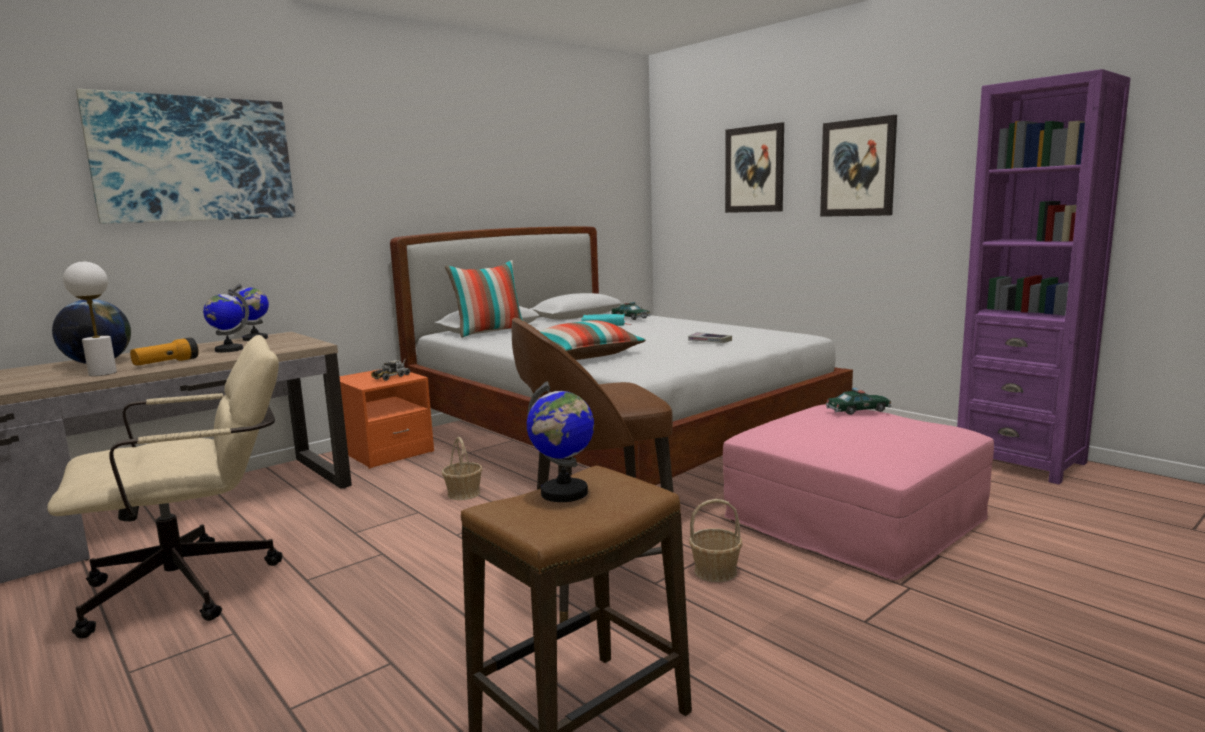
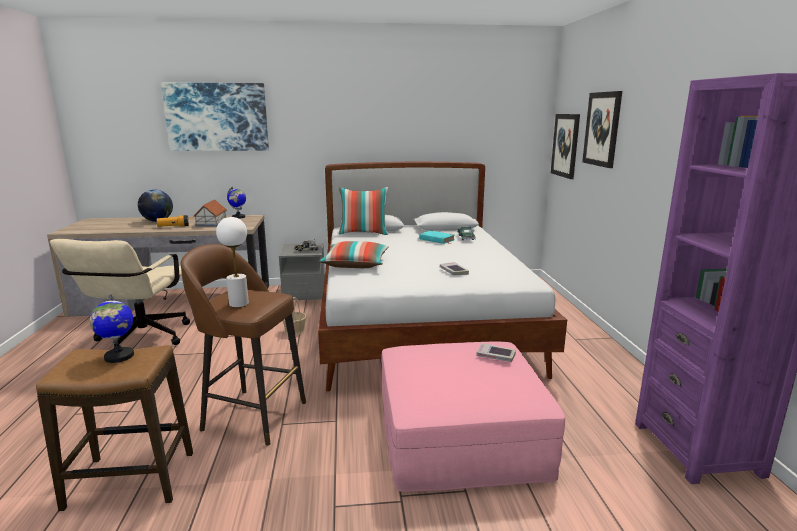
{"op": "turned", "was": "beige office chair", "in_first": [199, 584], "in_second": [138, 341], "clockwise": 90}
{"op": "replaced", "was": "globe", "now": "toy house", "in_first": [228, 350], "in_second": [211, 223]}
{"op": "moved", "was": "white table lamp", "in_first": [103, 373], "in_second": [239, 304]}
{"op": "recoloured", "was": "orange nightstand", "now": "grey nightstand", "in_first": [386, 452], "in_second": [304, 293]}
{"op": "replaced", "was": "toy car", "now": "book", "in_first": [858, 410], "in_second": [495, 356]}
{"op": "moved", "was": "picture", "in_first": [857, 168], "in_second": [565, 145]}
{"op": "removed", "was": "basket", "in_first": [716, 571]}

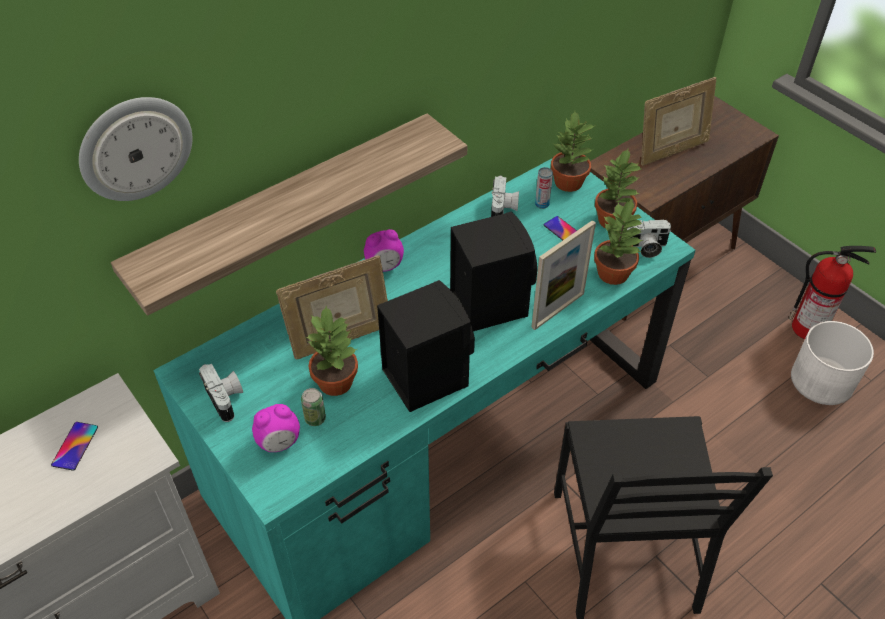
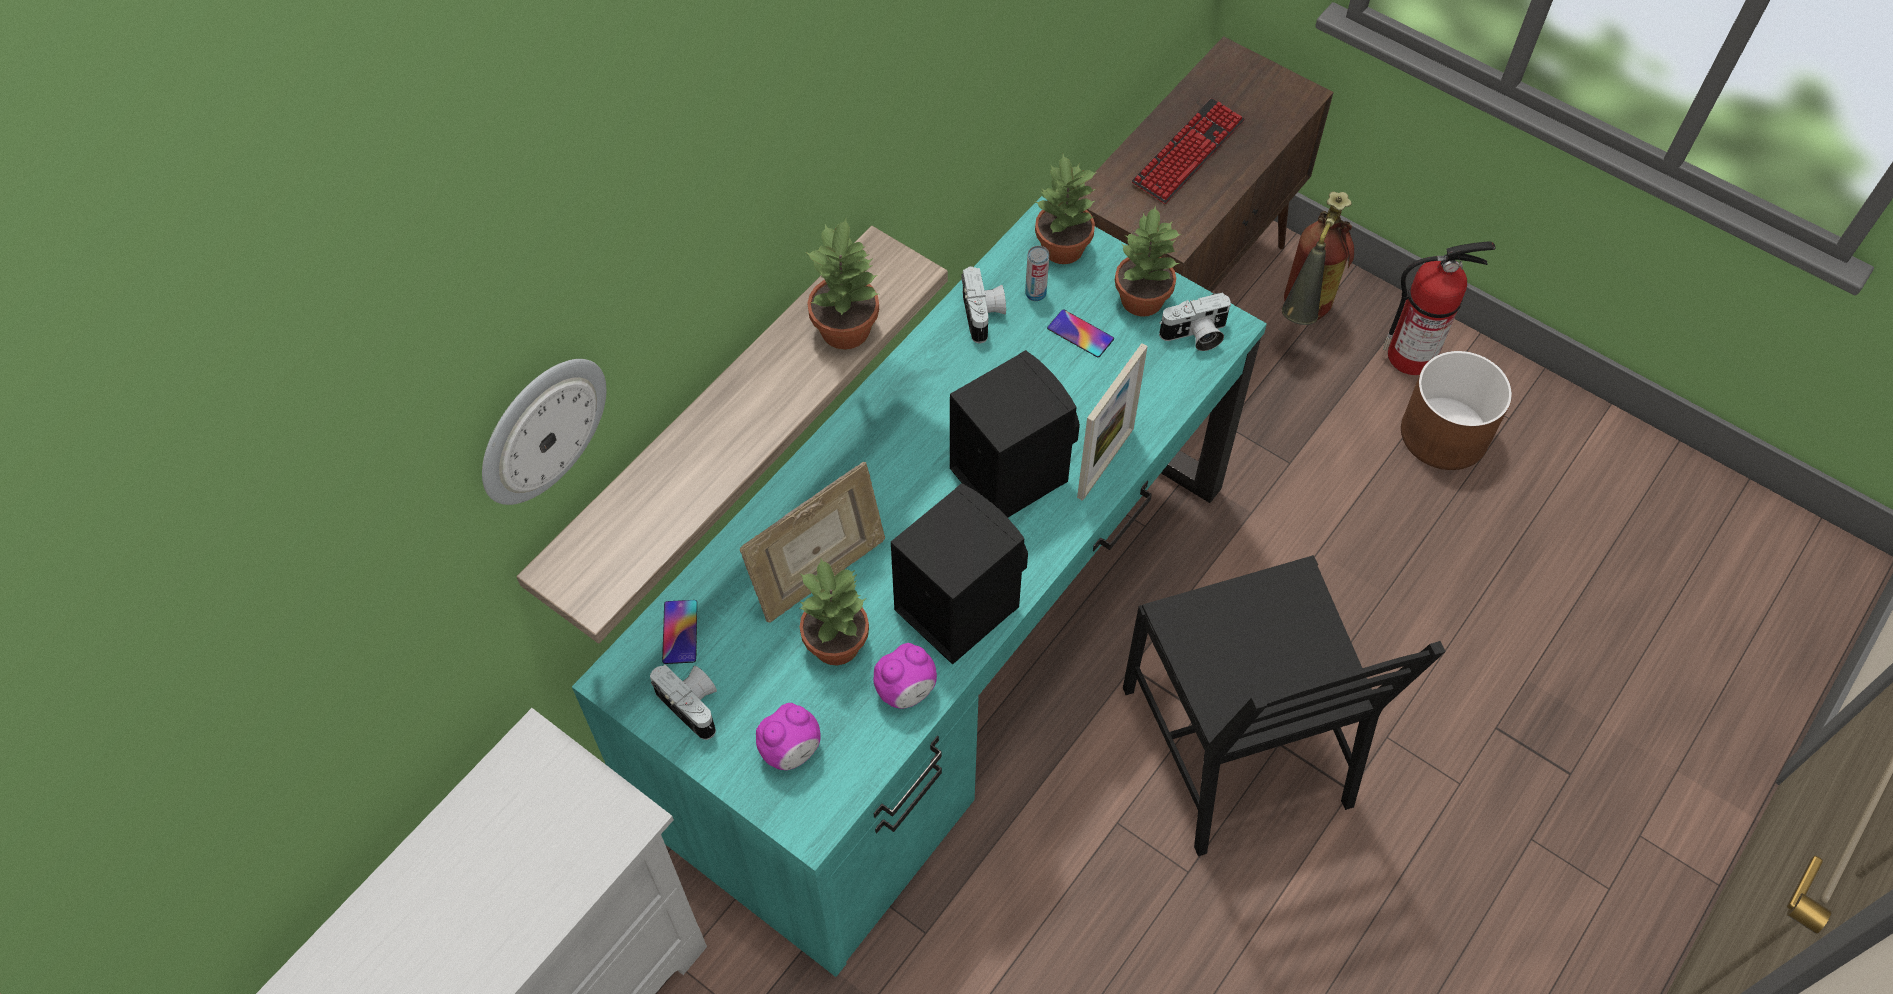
{"op": "moved", "was": "phone", "in_first": [75, 446], "in_second": [680, 632]}
{"op": "moved", "was": "potted plant", "in_first": [614, 273], "in_second": [847, 329]}
{"op": "moved", "was": "alarm clock", "in_first": [384, 266], "in_second": [906, 691]}
{"op": "replaced", "was": "picture frame", "now": "keyboard", "in_first": [671, 151], "in_second": [1188, 152]}
{"op": "added", "now": "fire extinguisher", "in_second": [1300, 321]}
{"op": "recoloured", "was": "white planter", "now": "brown planter", "in_first": [822, 380], "in_second": [1444, 433]}
{"op": "removed", "was": "can", "in_first": [315, 418]}

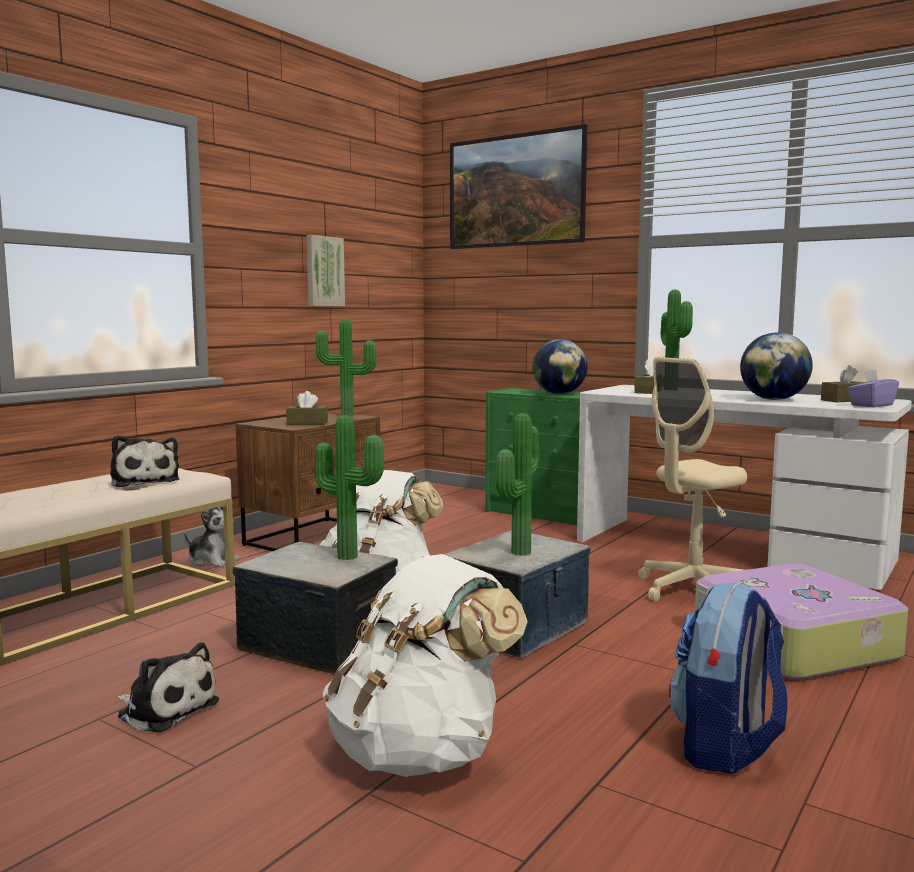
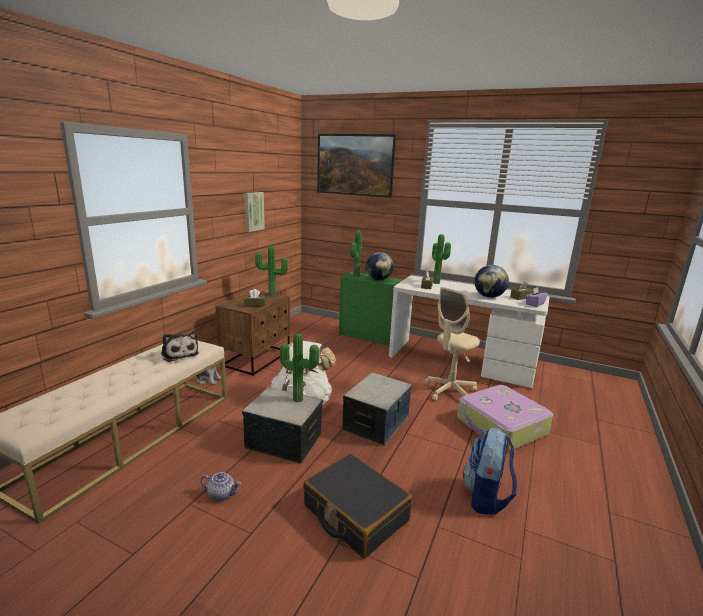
{"op": "replaced", "was": "plush toy", "now": "teapot", "in_first": [165, 709], "in_second": [222, 494]}
{"op": "replaced", "was": "white backpack", "now": "black suitcase", "in_first": [421, 752], "in_second": [355, 513]}
{"op": "moved", "was": "potted plant", "in_first": [517, 552], "in_second": [355, 275]}

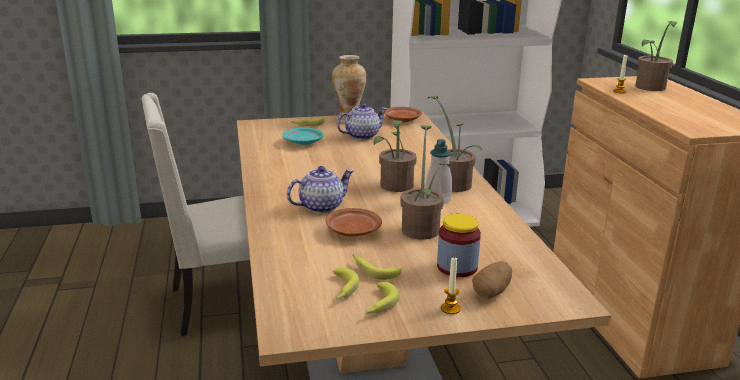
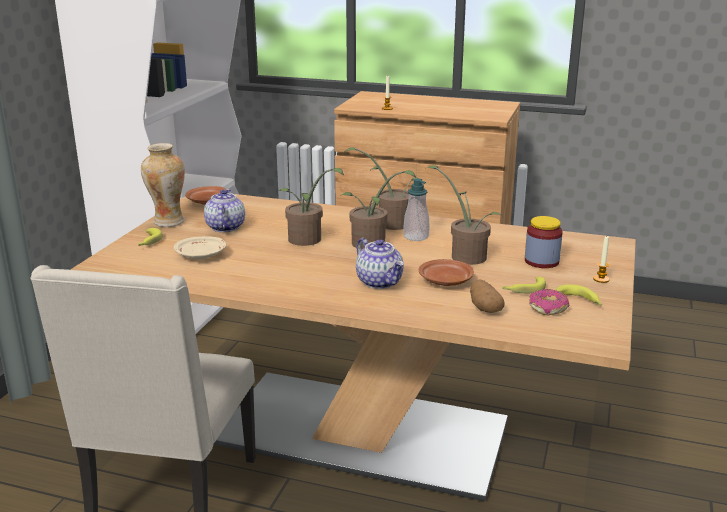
{"op": "recoloured", "was": "turquoise plate", "now": "beige plate", "in_first": [303, 142], "in_second": [201, 255]}
{"op": "moved", "was": "potted plant", "in_first": [650, 88], "in_second": [307, 241]}
{"op": "turned", "was": "teapot", "in_first": [321, 206], "in_second": [380, 282], "clockwise": 150}
{"op": "moved", "was": "potato", "in_first": [492, 292], "in_second": [484, 308]}
{"op": "replaced", "was": "banana", "now": "donut", "in_first": [342, 289], "in_second": [548, 308]}

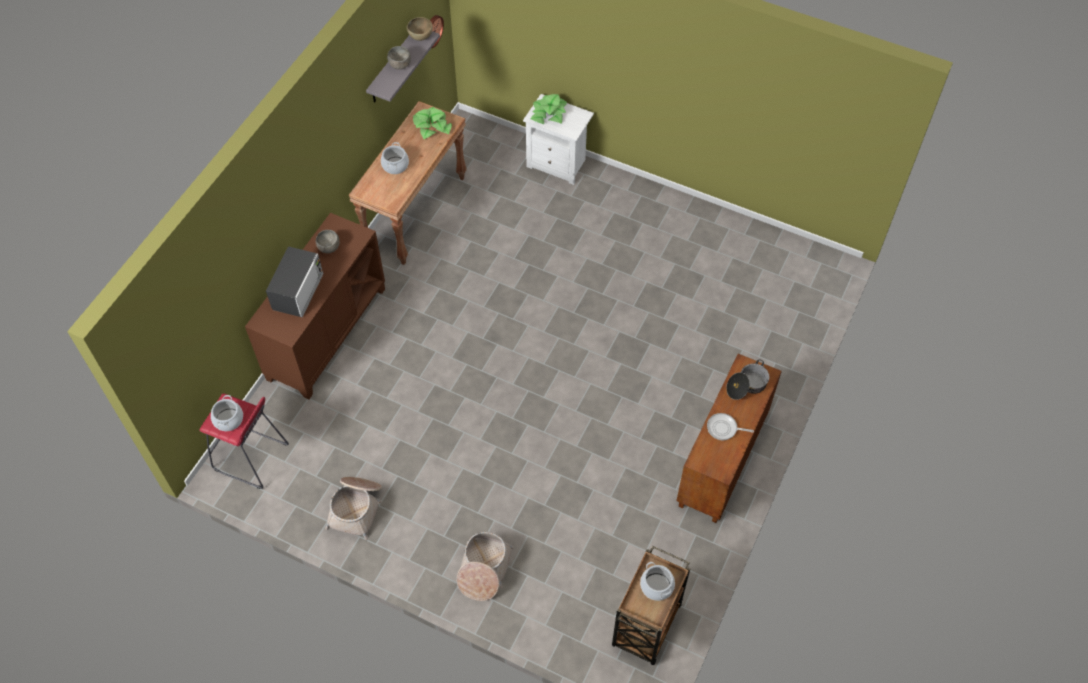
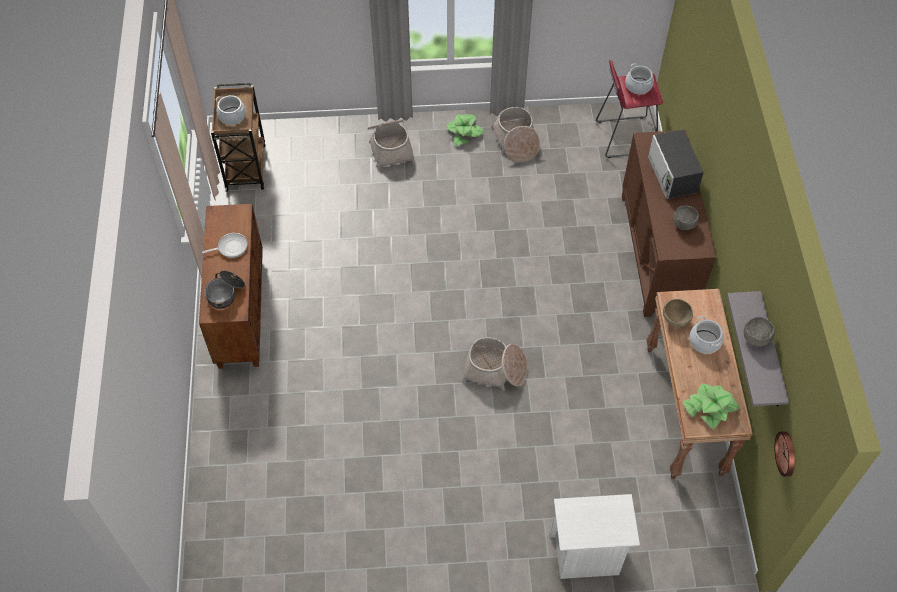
{"op": "moved", "was": "potted plant", "in_first": [548, 113], "in_second": [464, 132]}
{"op": "added", "now": "basket", "in_second": [495, 370]}
{"op": "moved", "was": "brown bowl", "in_first": [421, 37], "in_second": [675, 320]}

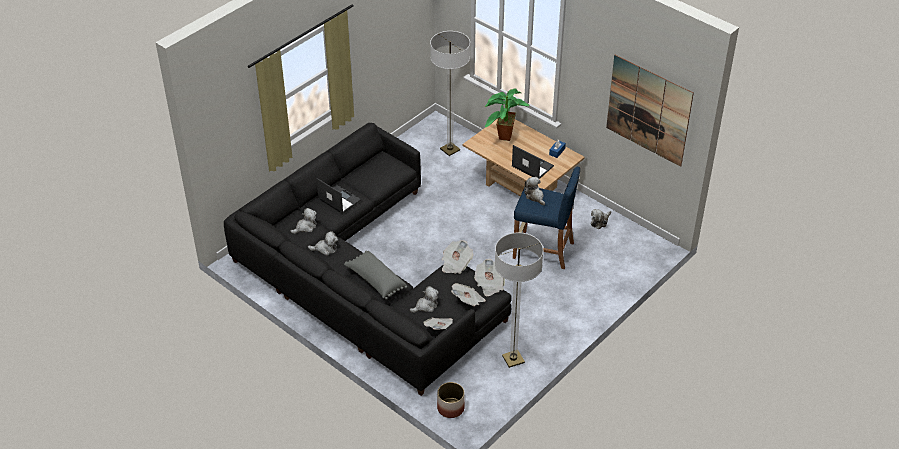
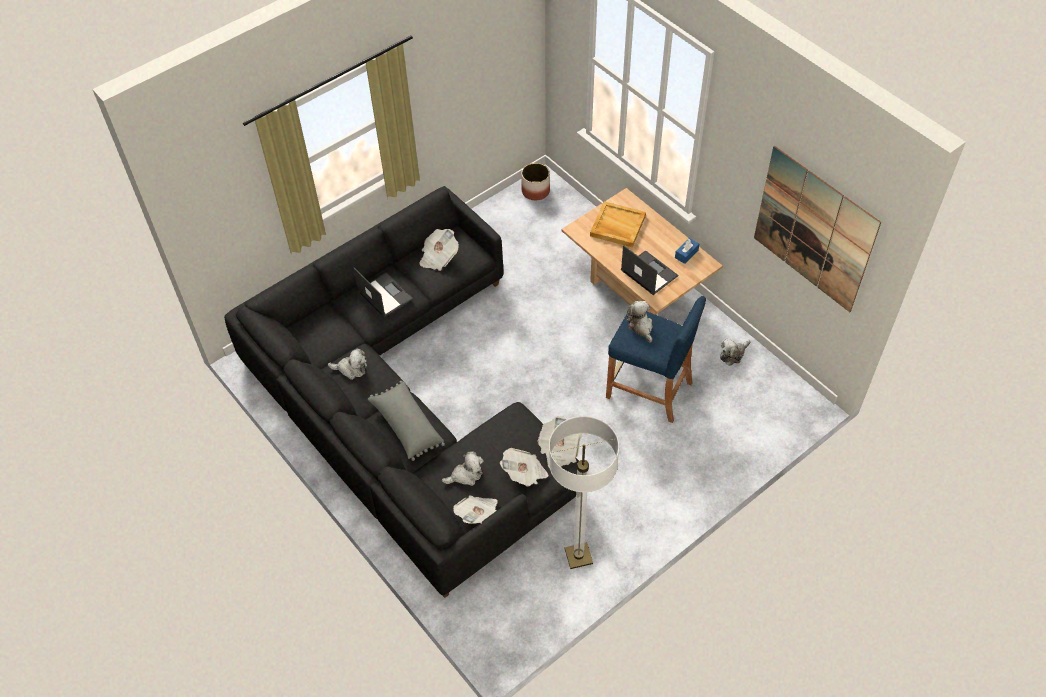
{"op": "moved", "was": "newspaper", "in_first": [455, 264], "in_second": [438, 257]}
{"op": "moved", "was": "planter", "in_first": [450, 408], "in_second": [535, 191]}
{"op": "replaced", "was": "potted plant", "now": "beige tray", "in_first": [503, 138], "in_second": [617, 226]}
{"op": "removed", "was": "plush toy", "in_first": [305, 227]}
{"op": "removed", "was": "floor lamp", "in_first": [450, 150]}

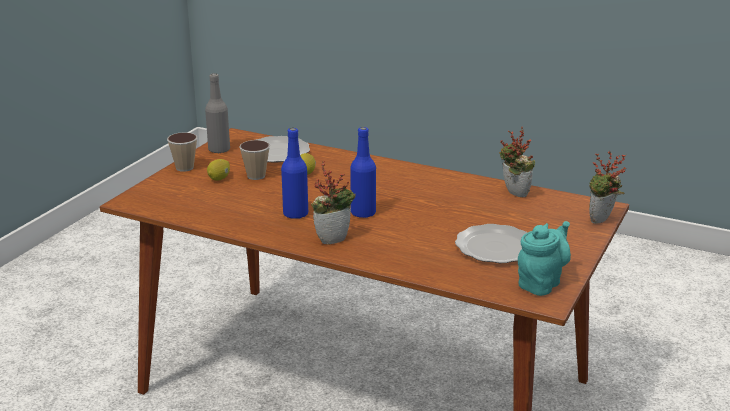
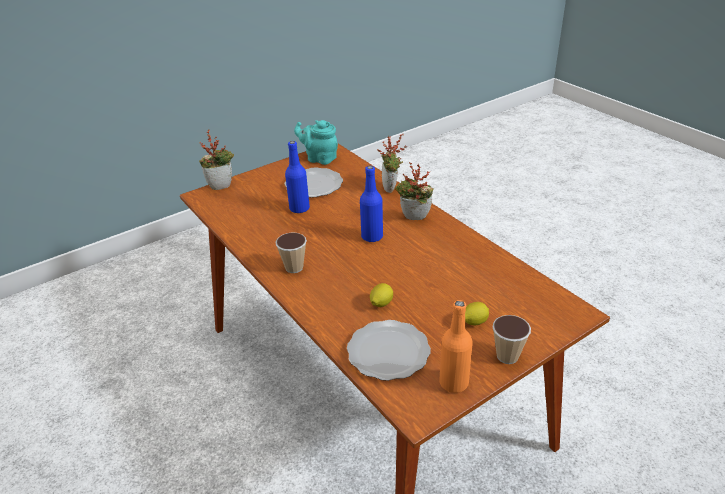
{"op": "moved", "was": "cup", "in_first": [256, 176], "in_second": [294, 267]}
{"op": "moved", "was": "blue bottle", "in_first": [295, 214], "in_second": [299, 208]}
{"op": "turned", "was": "turquoise teapot", "in_first": [541, 283], "in_second": [319, 158], "clockwise": 45}
{"op": "moved", "was": "potted plant", "in_first": [513, 194], "in_second": [391, 188]}
{"op": "recoloured", "was": "grey bottle", "now": "orange bottle", "in_first": [219, 150], "in_second": [453, 383]}

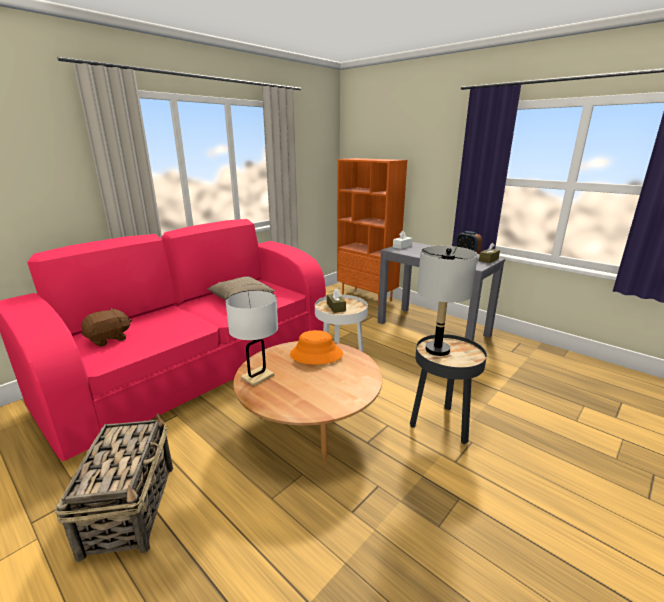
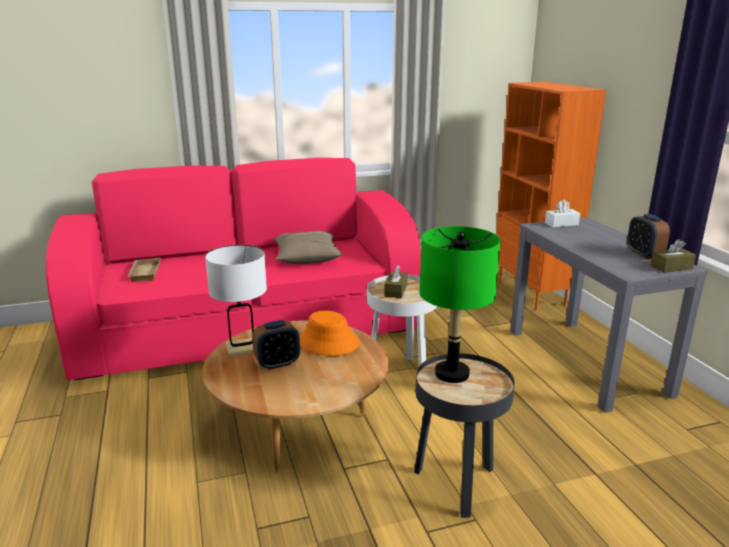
{"op": "replaced", "was": "brown plush toy", "now": "beige tray", "in_first": [109, 339], "in_second": [144, 273]}
{"op": "added", "now": "alarm clock", "in_second": [277, 363]}
{"op": "recoloured", "was": "grey table lamp", "now": "green table lamp", "in_first": [437, 350], "in_second": [451, 374]}
{"op": "removed", "was": "basket", "in_first": [130, 507]}

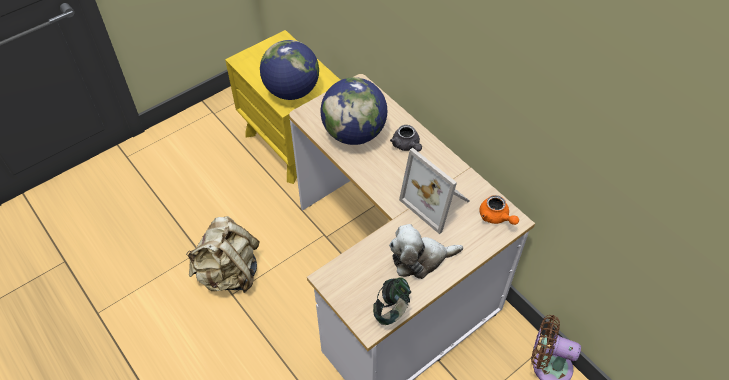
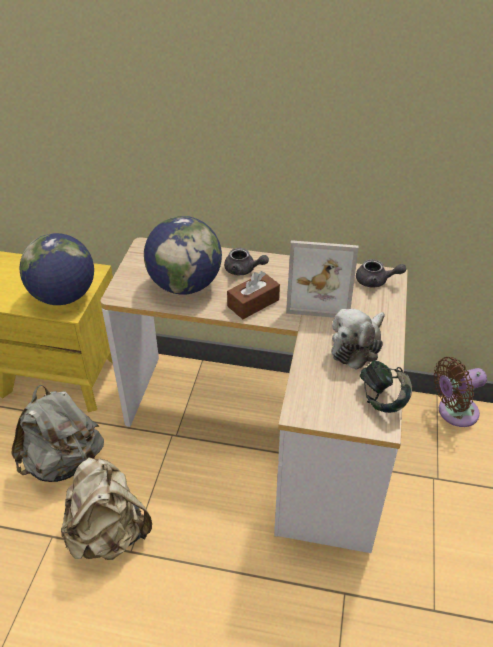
{"op": "added", "now": "grey backpack", "in_second": [64, 462]}
{"op": "added", "now": "brown tissue box", "in_second": [253, 303]}
{"op": "recoloured", "was": "orange teapot", "now": "grey teapot", "in_first": [496, 217], "in_second": [376, 281]}

